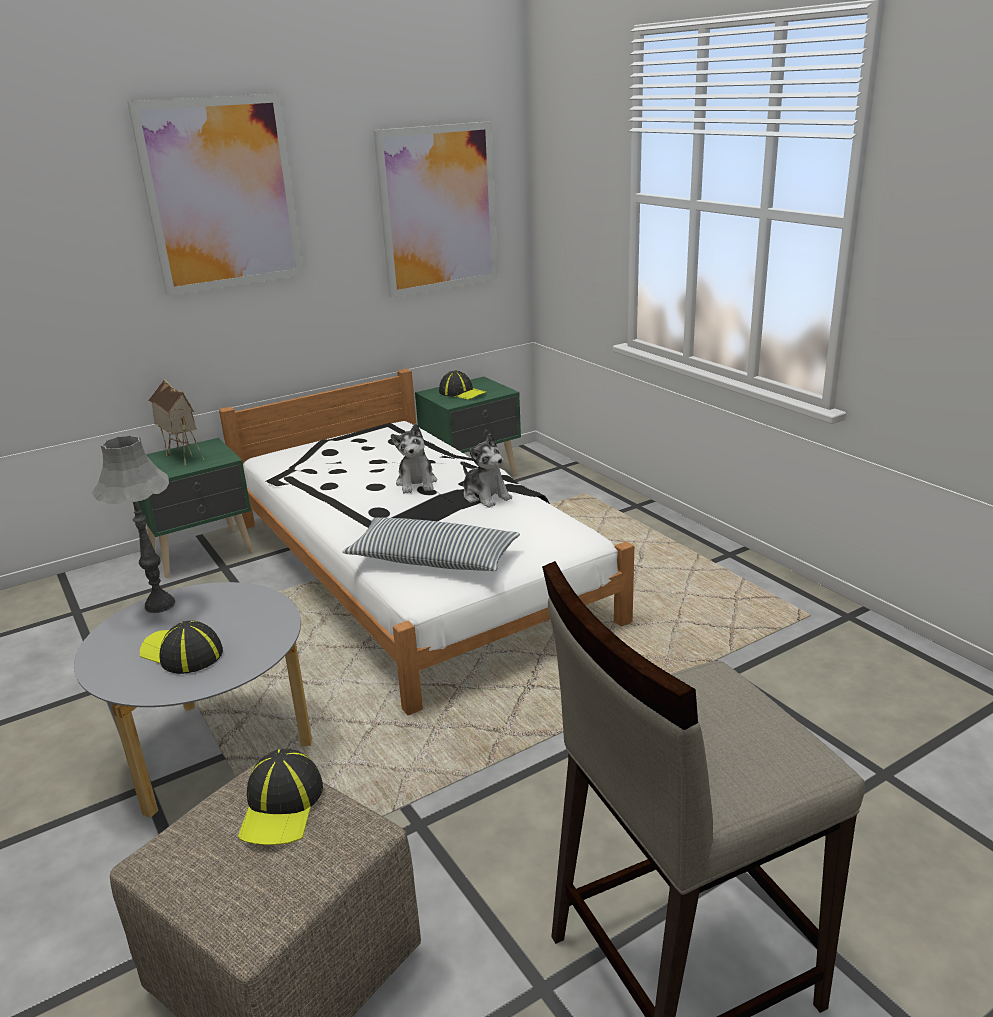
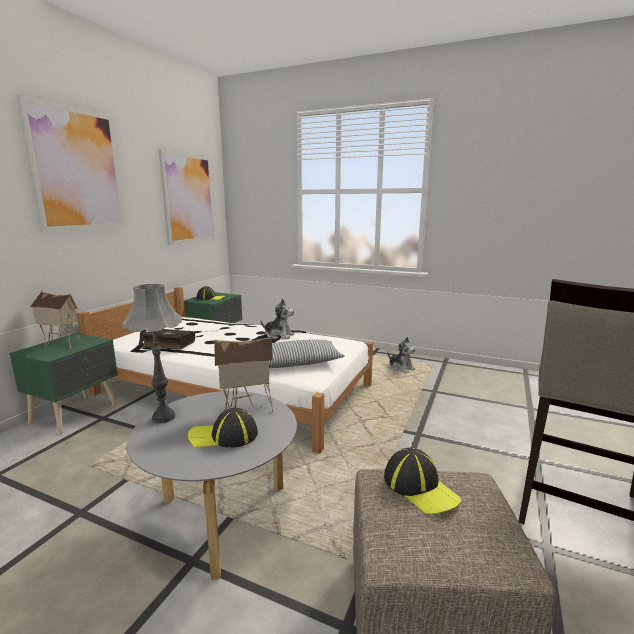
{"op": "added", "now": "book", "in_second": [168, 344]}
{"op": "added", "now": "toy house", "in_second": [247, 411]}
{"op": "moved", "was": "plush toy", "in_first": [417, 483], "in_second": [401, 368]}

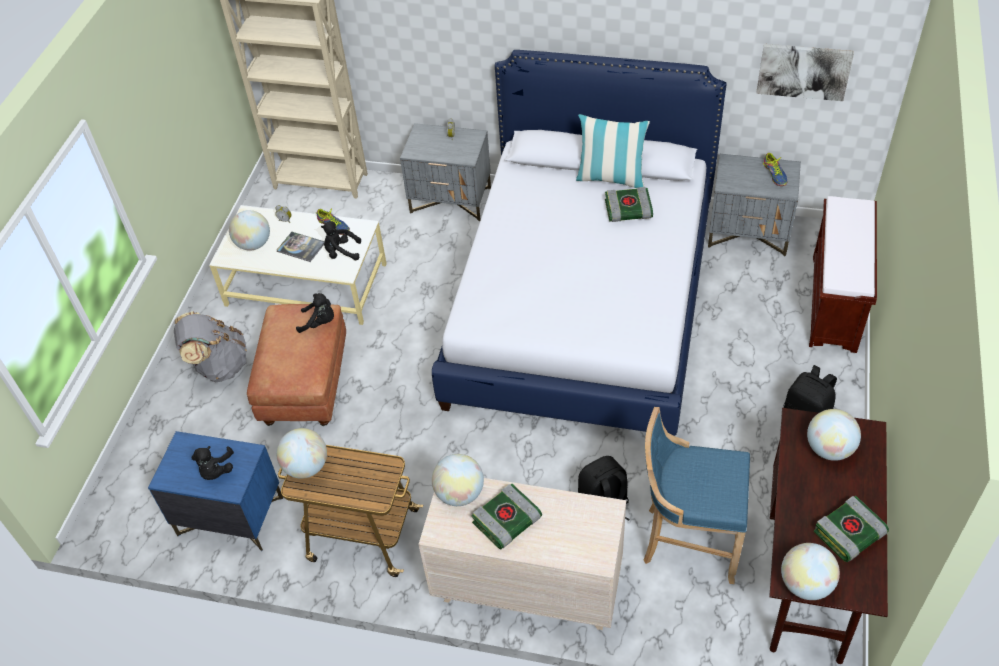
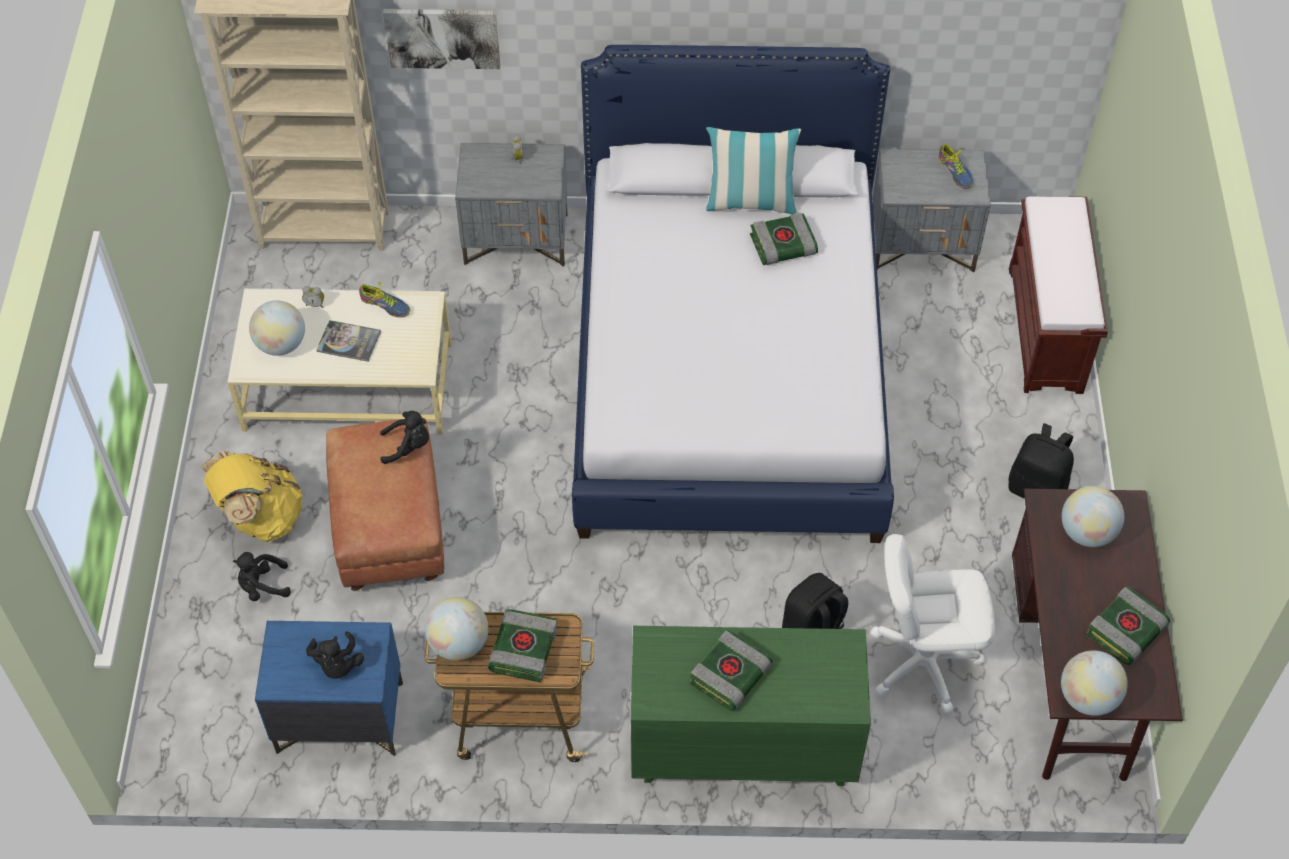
{"op": "recoloured", "was": "grey backpack", "now": "yellow backpack", "in_first": [219, 366], "in_second": [261, 517]}
{"op": "moved", "was": "black plush toy", "in_first": [341, 252], "in_second": [263, 586]}
{"op": "moved", "was": "picture", "in_first": [804, 71], "in_second": [442, 37]}
{"op": "added", "now": "book", "in_second": [523, 648]}
{"op": "recoloured", "was": "beige dresser", "now": "green dresser", "in_first": [527, 585], "in_second": [742, 747]}
{"op": "replaced", "was": "blue stool", "now": "white office chair", "in_first": [687, 540], "in_second": [923, 662]}
{"op": "removed", "was": "globe", "in_first": [459, 493]}

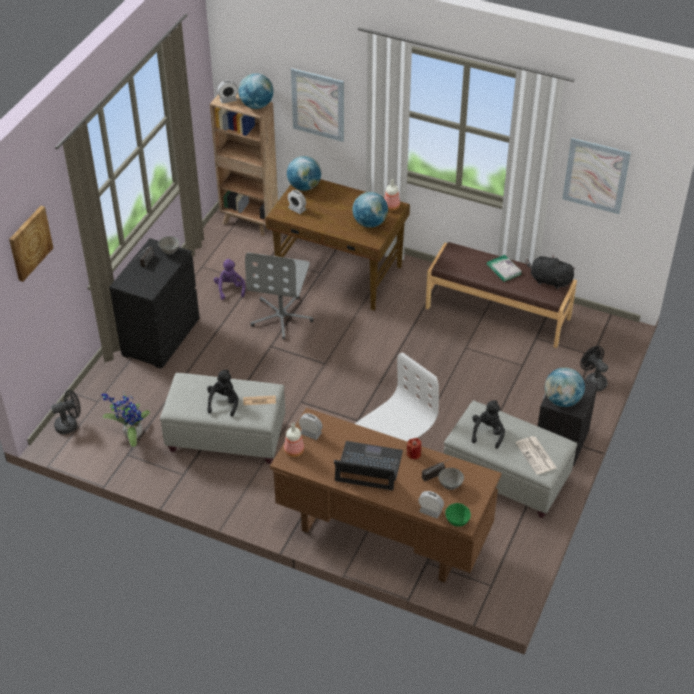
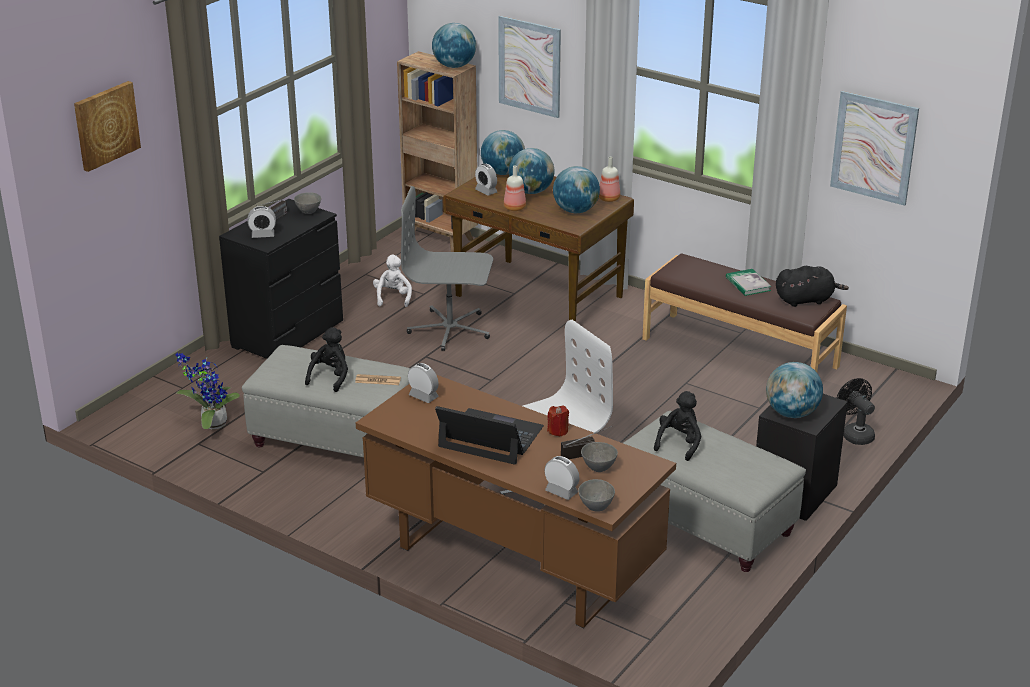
{"op": "moved", "was": "alarm clock", "in_first": [228, 100], "in_second": [263, 235]}
{"op": "recoloured", "was": "purple plush toy", "now": "white plush toy", "in_first": [230, 289], "in_second": [393, 297]}
{"op": "turned", "was": "grey office chair", "in_first": [282, 316], "in_second": [450, 330], "clockwise": 75}
{"op": "moved", "was": "bottle", "in_first": [293, 451], "in_second": [514, 208]}
{"op": "added", "now": "globe", "in_second": [531, 192]}
{"op": "recoloured", "was": "green bowl", "now": "grey bowl", "in_first": [456, 522], "in_second": [595, 507]}
{"op": "turned", "was": "black plush toy", "in_first": [548, 280], "in_second": [806, 300], "clockwise": 135}
{"op": "removed", "was": "black fan", "in_first": [70, 425]}
{"op": "removed", "was": "newspaper", "in_first": [536, 456]}

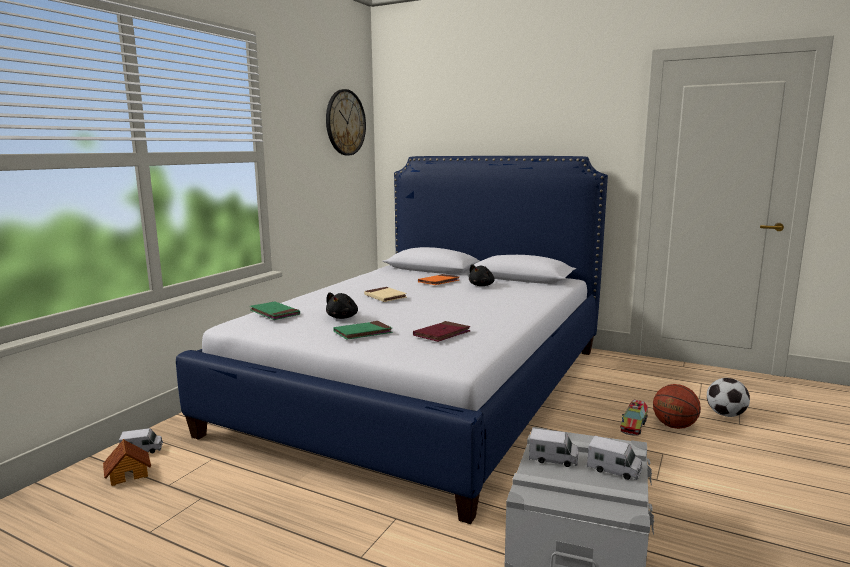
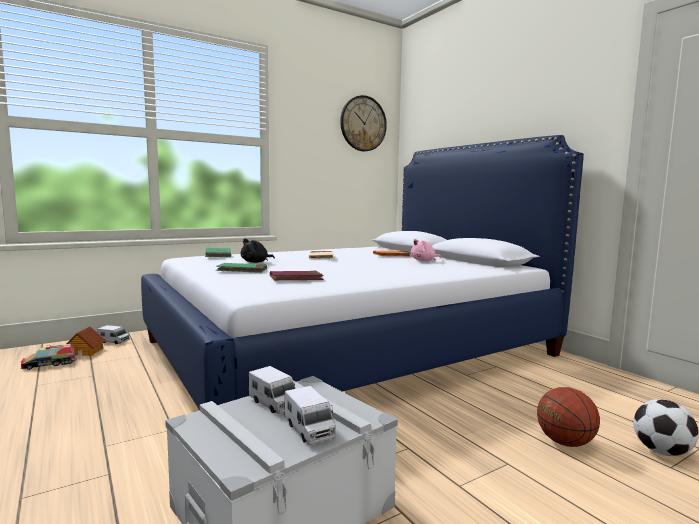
{"op": "moved", "was": "toy truck", "in_first": [633, 425], "in_second": [49, 364]}
{"op": "recoloured", "was": "black plush toy", "now": "pink plush toy", "in_first": [482, 285], "in_second": [424, 261]}

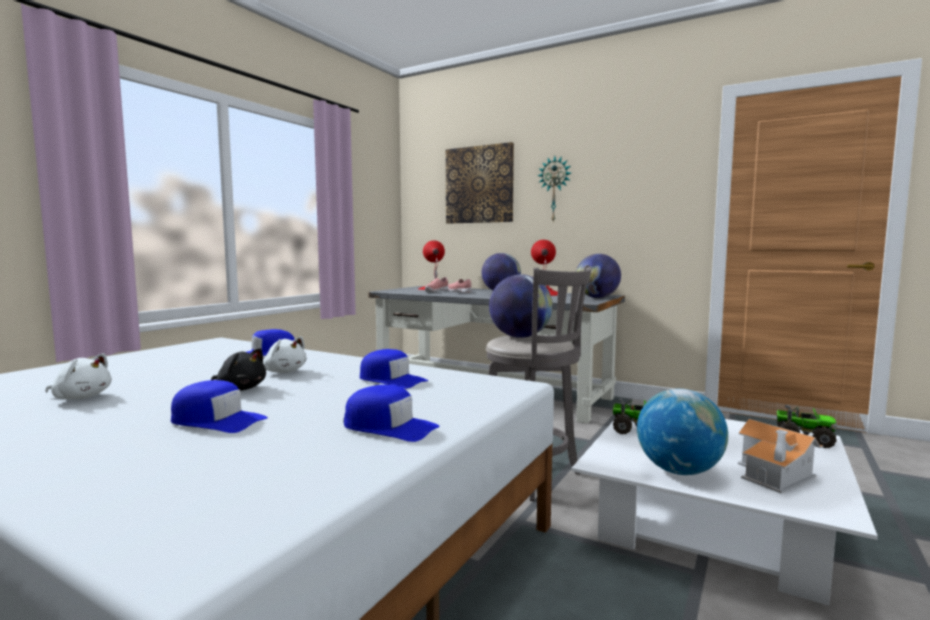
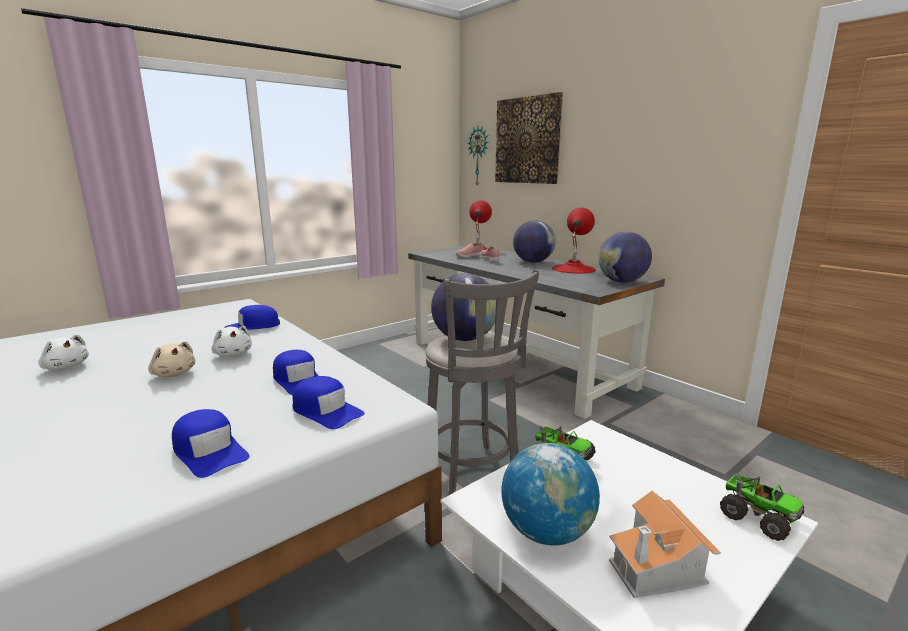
{"op": "recoloured", "was": "black plush toy", "now": "beige plush toy", "in_first": [240, 389], "in_second": [174, 374]}
{"op": "moved", "was": "blue cap", "in_first": [217, 421], "in_second": [326, 411]}
{"op": "moved", "was": "wall clock", "in_first": [555, 189], "in_second": [479, 156]}

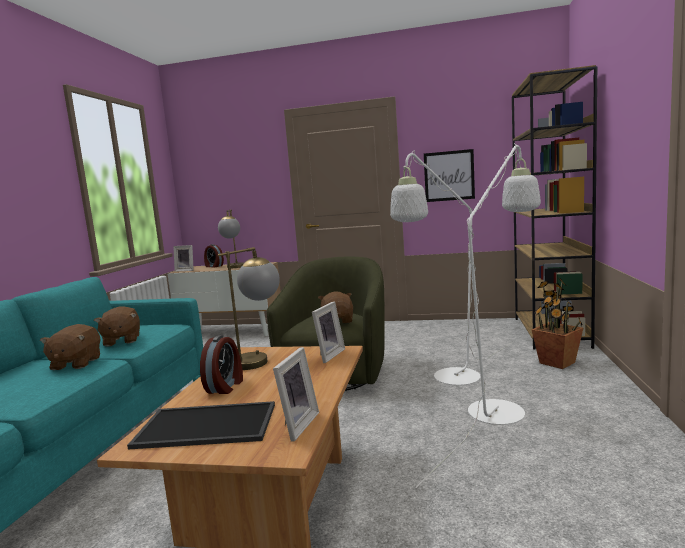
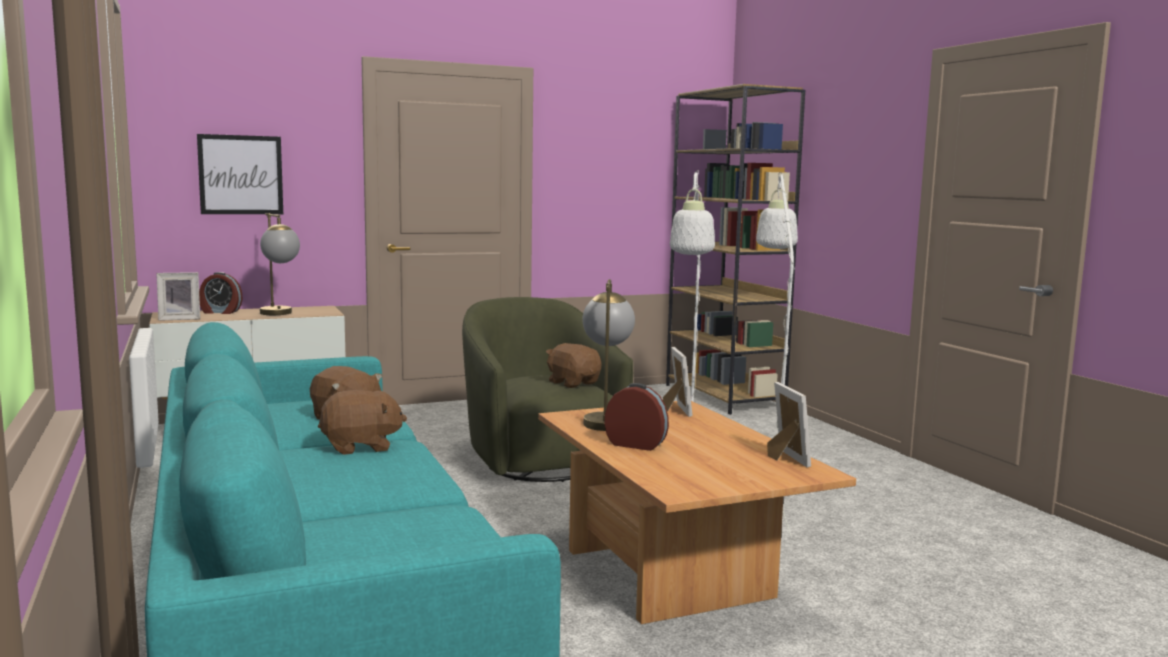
{"op": "moved", "was": "picture", "in_first": [449, 176], "in_second": [241, 175]}
{"op": "turned", "was": "brown plush toy", "in_first": [75, 364], "in_second": [361, 447], "clockwise": -75}
{"op": "turned", "was": "alarm clock", "in_first": [225, 386], "in_second": [636, 444], "clockwise": -45}
{"op": "removed", "was": "tray", "in_first": [204, 426]}
{"op": "removed", "was": "potted plant", "in_first": [557, 363]}

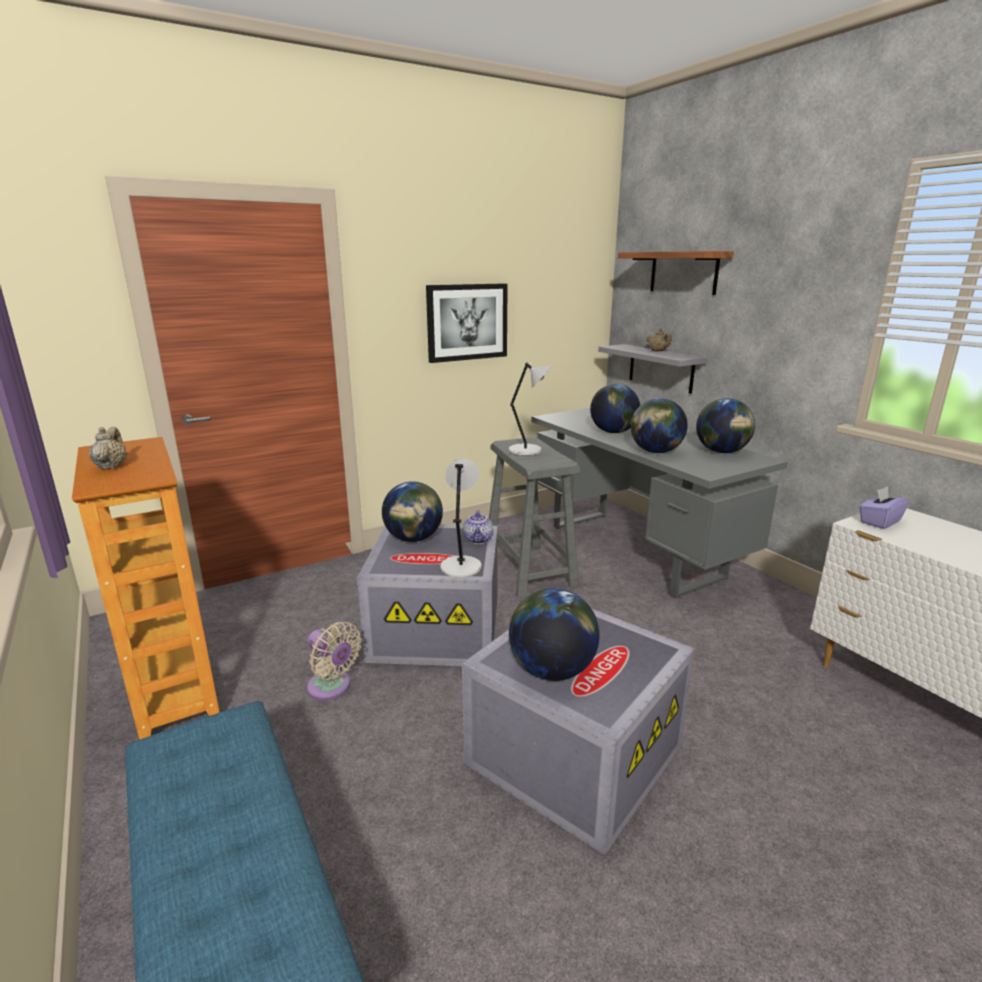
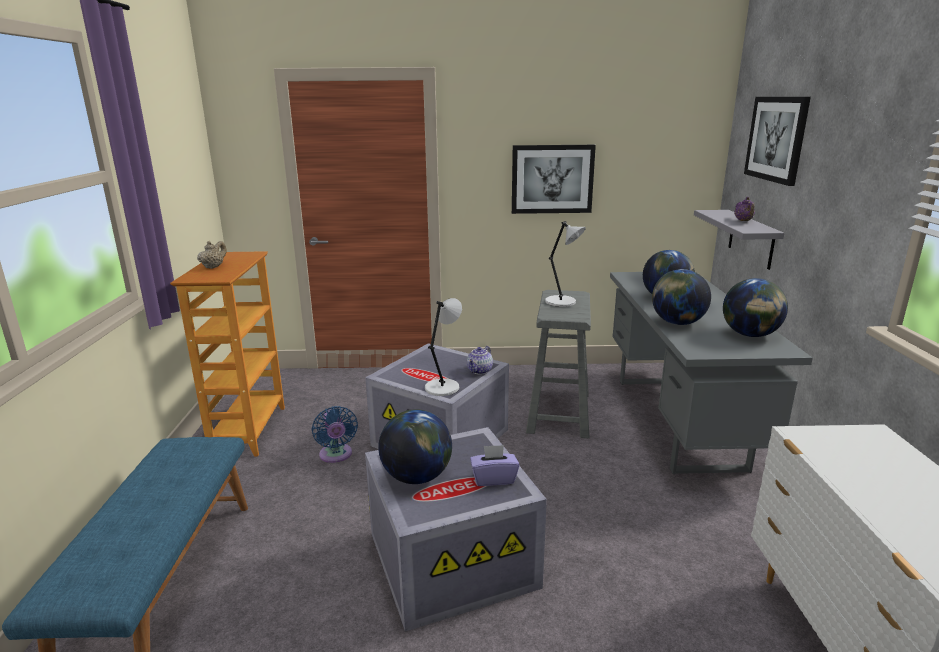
{"op": "recoloured", "was": "beige fan", "now": "blue fan", "in_first": [332, 687], "in_second": [336, 455]}
{"op": "moved", "was": "purple tissue box", "in_first": [879, 522], "in_second": [493, 478]}
{"op": "recoloured", "was": "beige teapot", "now": "purple teapot", "in_first": [658, 351], "in_second": [743, 221]}
{"op": "replaced", "was": "shelf", "now": "picture", "in_first": [683, 272], "in_second": [776, 139]}
{"op": "removed", "was": "globe", "in_first": [413, 539]}

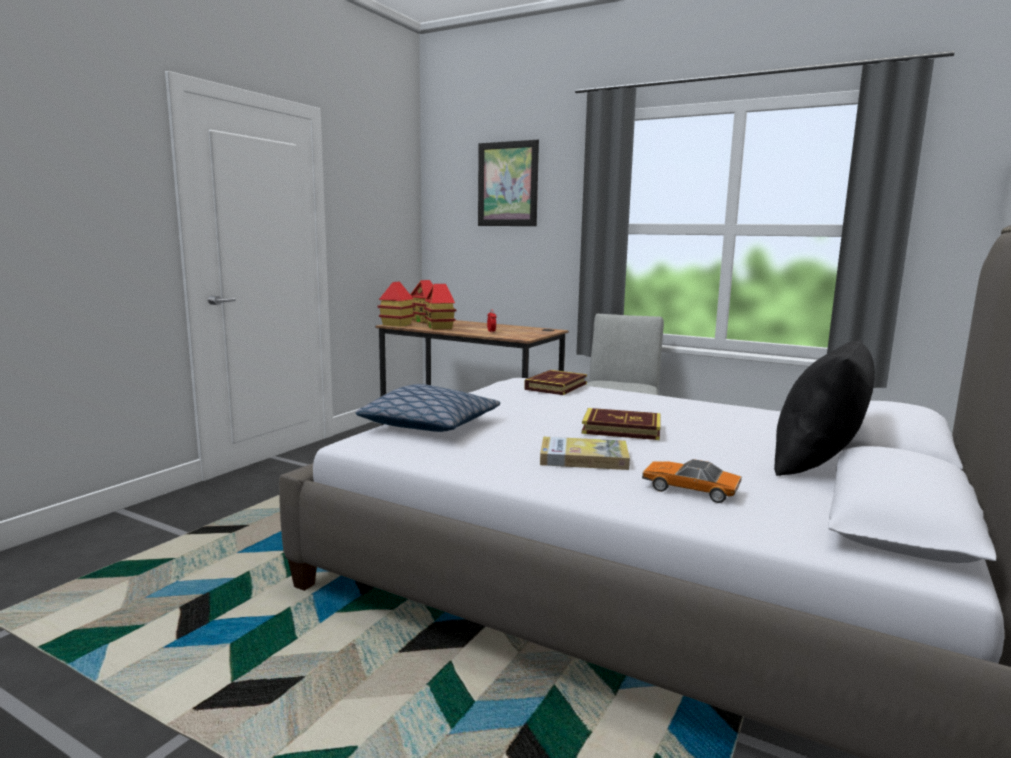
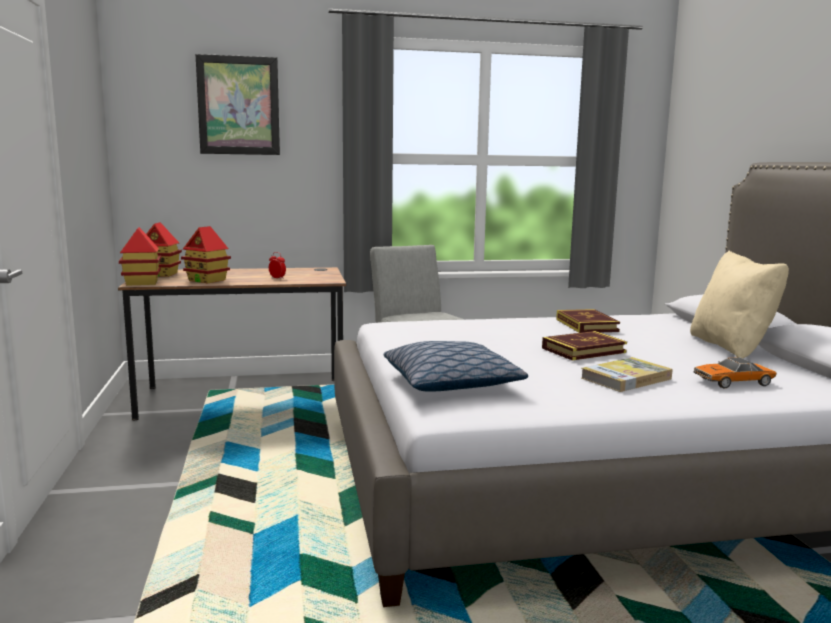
{"op": "moved", "was": "book", "in_first": [556, 386], "in_second": [586, 325]}
{"op": "recoloured", "was": "black pillow", "now": "beige pillow", "in_first": [817, 464], "in_second": [731, 347]}

